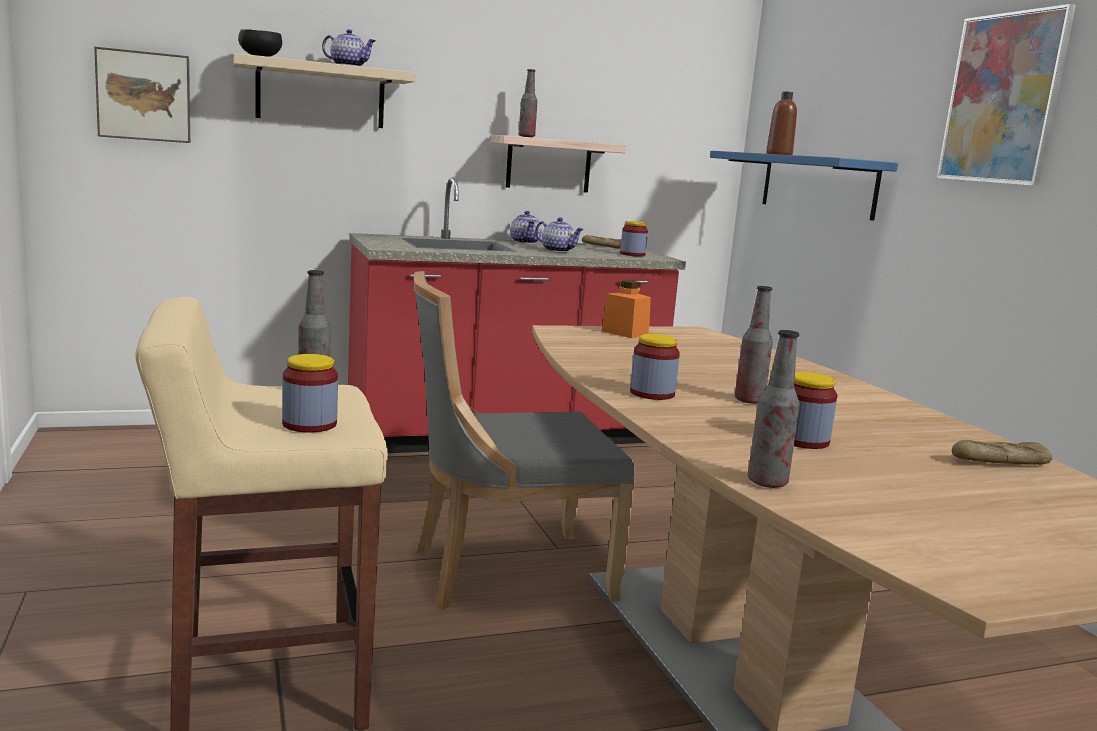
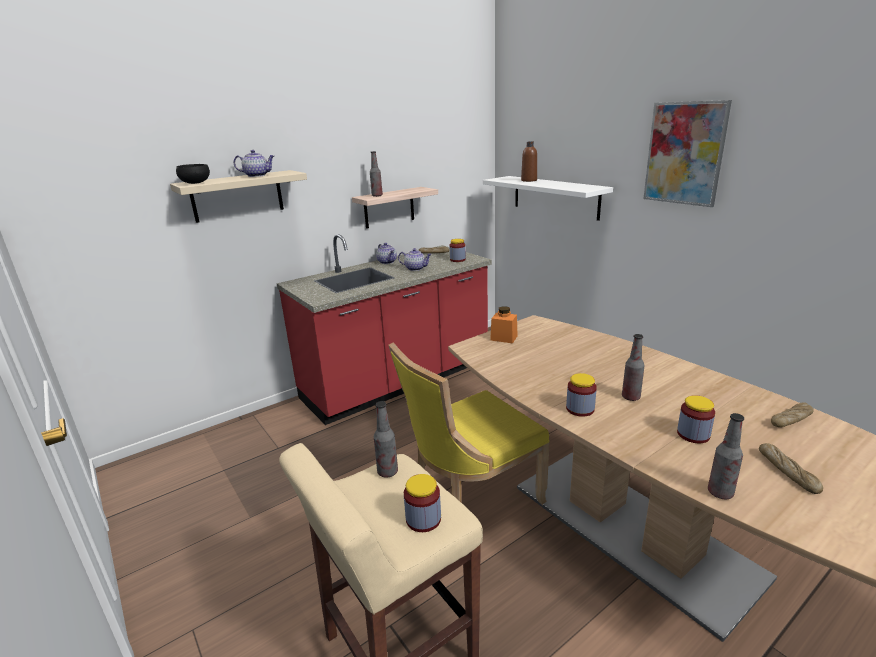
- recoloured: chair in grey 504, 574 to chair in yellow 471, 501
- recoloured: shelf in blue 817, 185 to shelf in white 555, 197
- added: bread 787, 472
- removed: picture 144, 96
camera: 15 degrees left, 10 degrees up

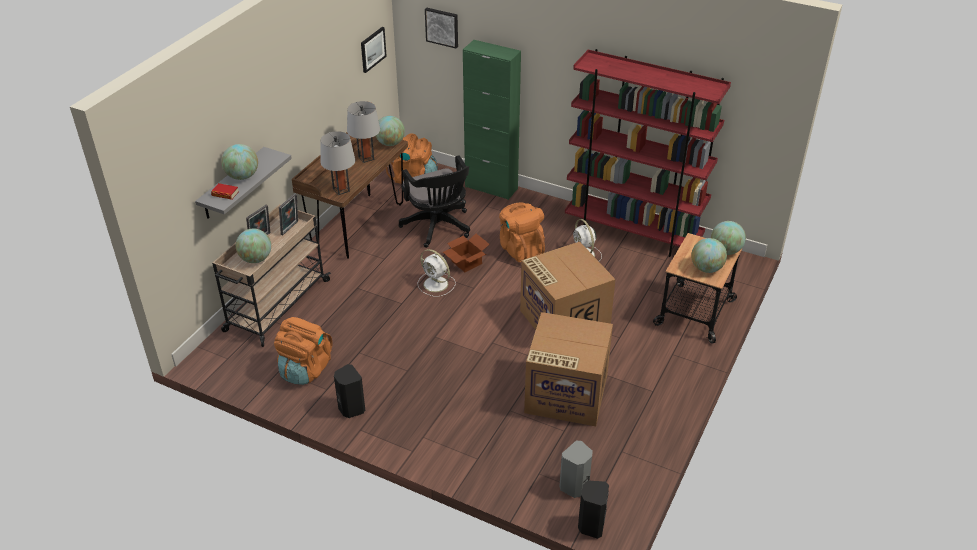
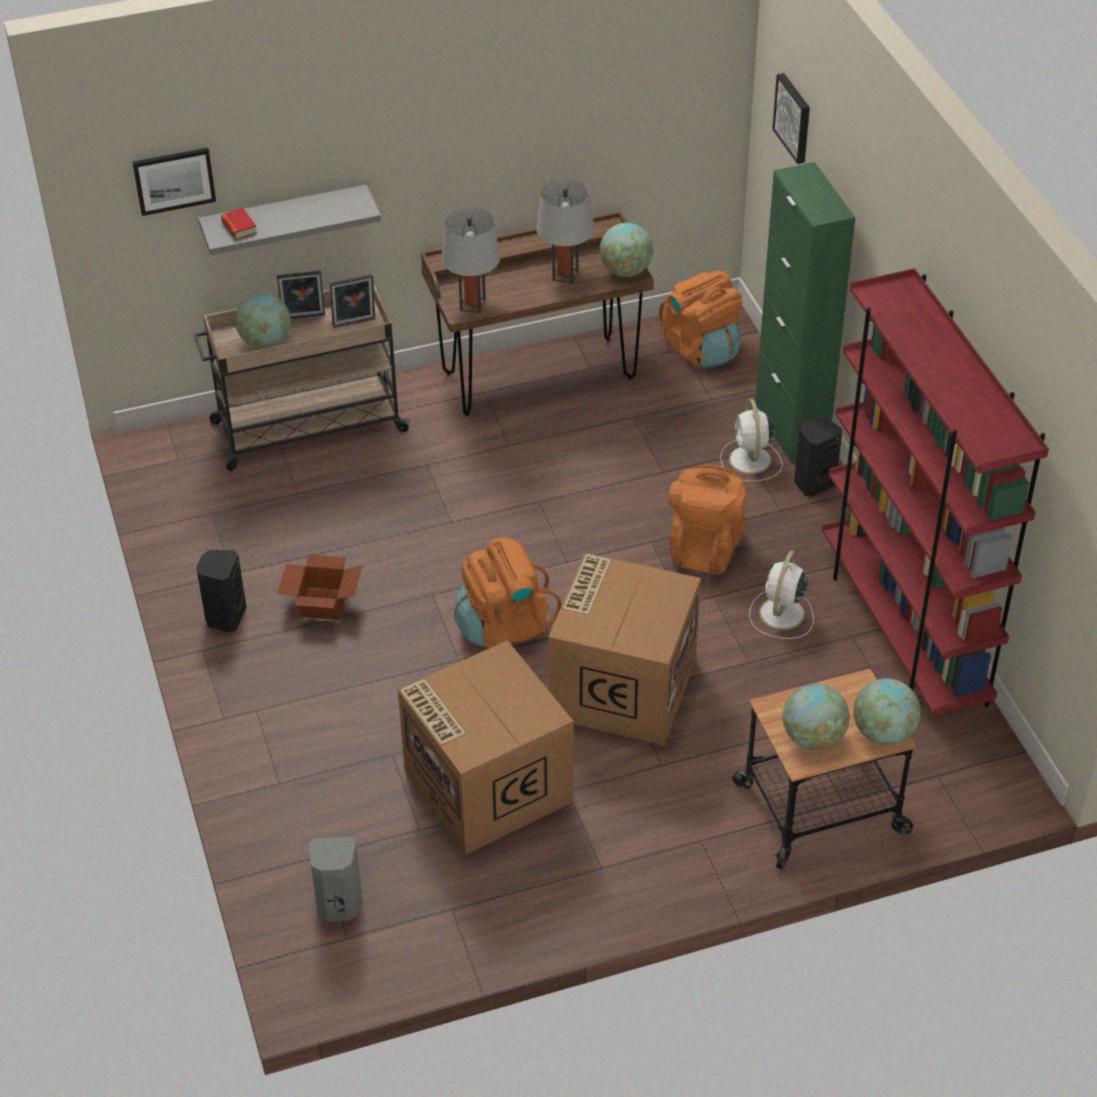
- moved: picture 372, 49 to 174, 180
- moved: cardboard box 465, 262 to 322, 603
- moved: backpack in orange 305, 369 to 503, 626
- moved: fan in white 436, 284 to 750, 461
- moved: speaker in black 591, 525 to 813, 483
- removed: globe 242, 176
- removed: office chair in black 438, 228
camera: 45 degrees right, 5 degrees up

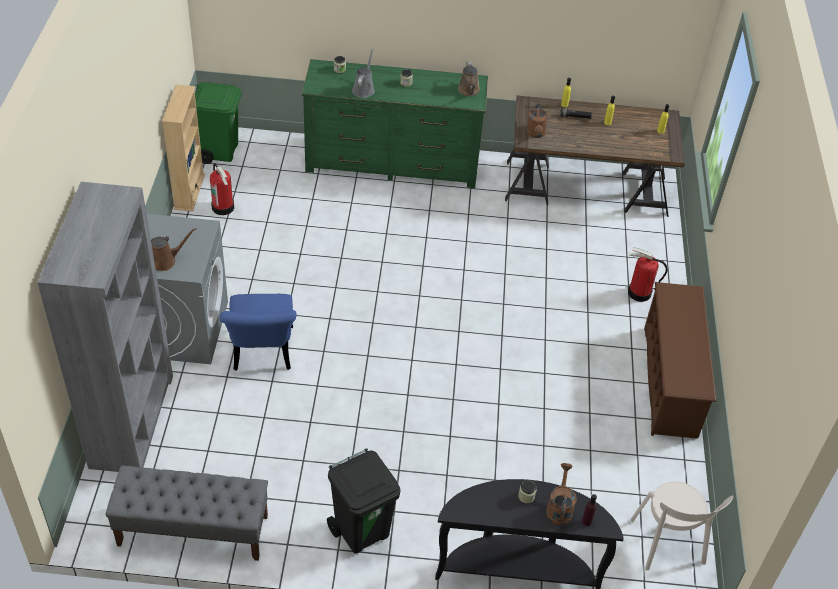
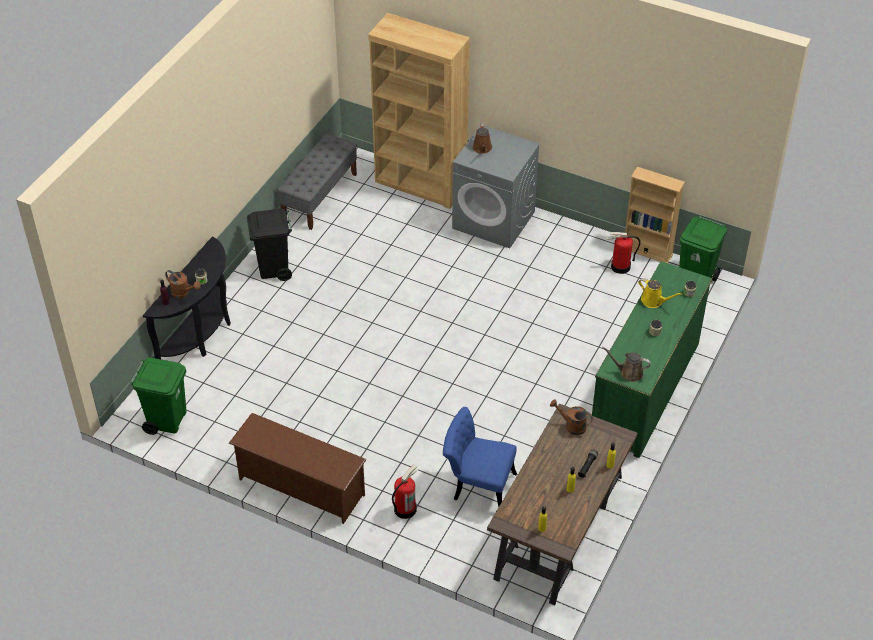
- replaced: chair in beige 668, 545 to trash can in green 167, 420
- recoloured: bookcase in grey 132, 420 to bookcase in brown 420, 184
- moved: chair in blue 262, 355 to 477, 485
- recoloured: watering can in grey 364, 89 to watering can in yellow 654, 301
camera: 115 degrees right, 0 degrees up

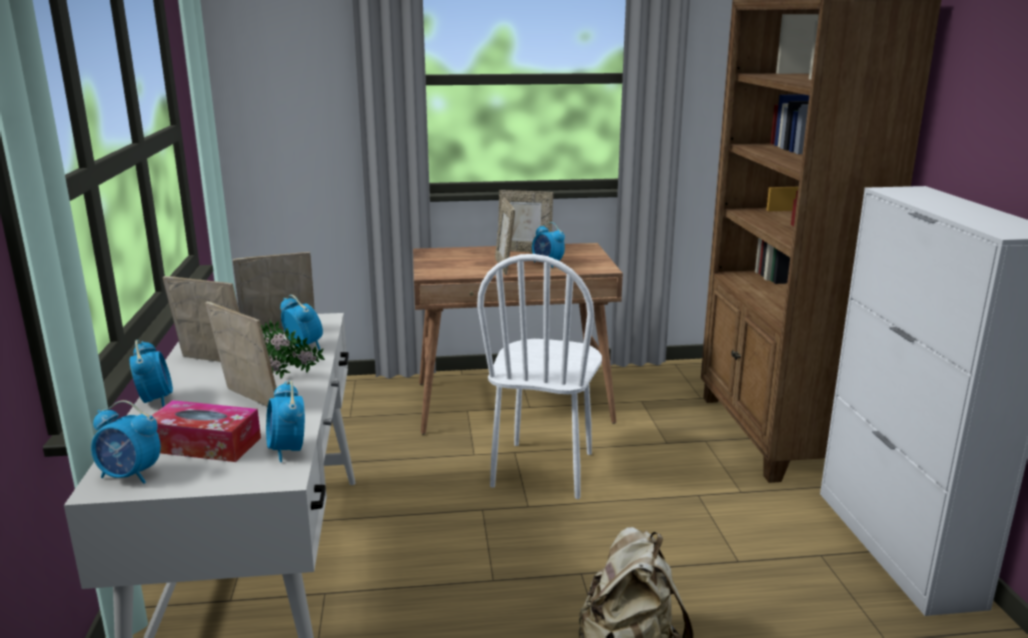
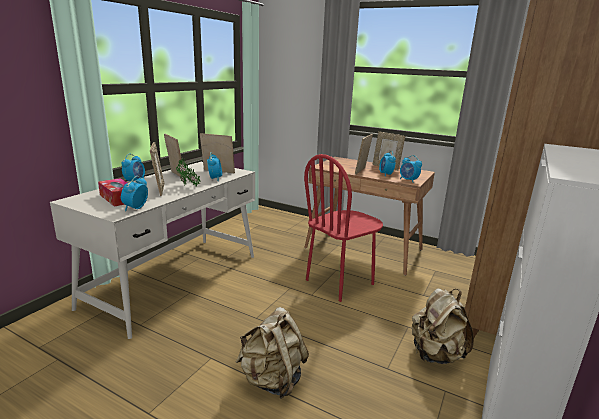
- recoloured: chair in white 543, 469 to chair in red 340, 282
- moved: alarm clock 130, 476 to 408, 180
- added: backpack in beige 435, 354
camera: 35 degrees right, 0 degrees up

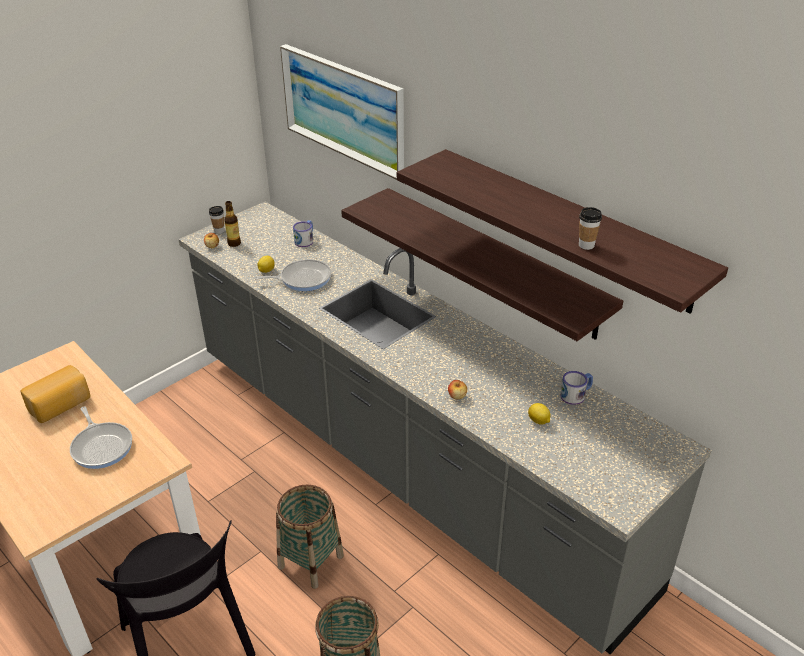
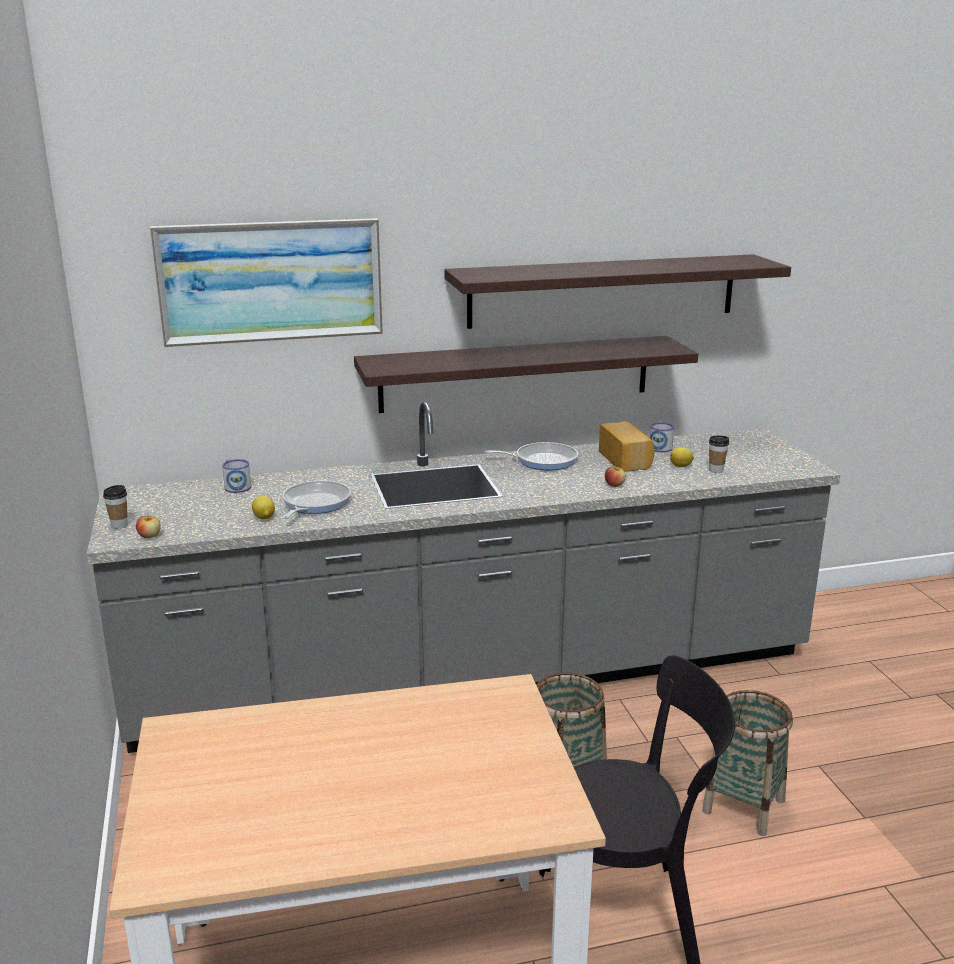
- moved: frying pan 102, 446 to 542, 460
- moved: bread 61, 405 to 626, 460
- moved: cup 586, 245 to 716, 470
- removed: bottle 234, 243
camera: 60 degrees left, 15 degrees down

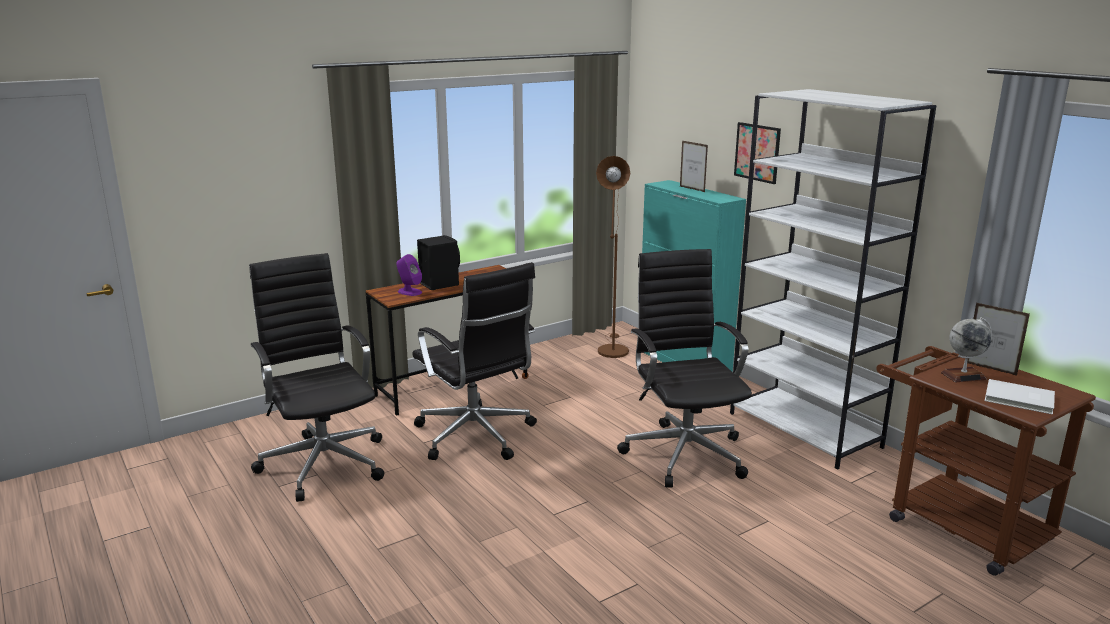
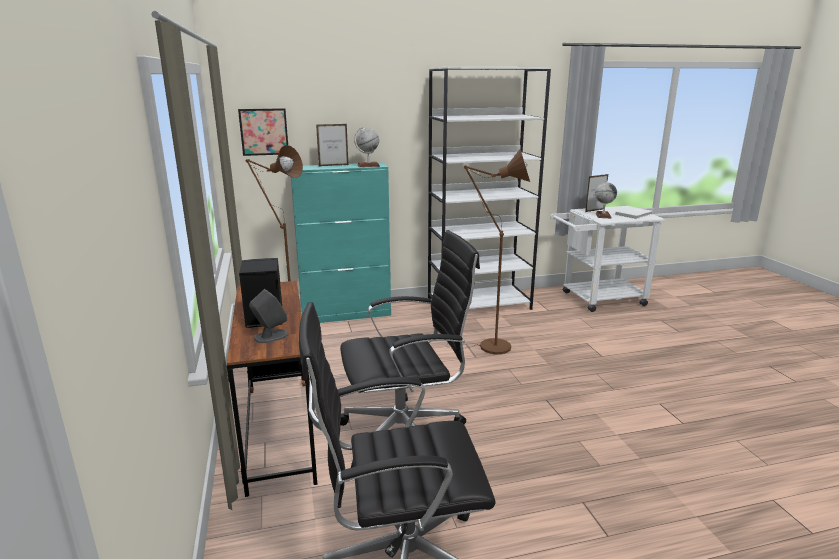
- moved: picture 757, 152 to 264, 132
- recoloured: speaker in purple 409, 292 to speaker in grey 270, 336
- added: globe 368, 165
- replaced: office chair in black 684, 452 to floor lamp in brown 489, 347
- recoloured: cart in brown 956, 523 to cart in white 597, 299
camera: 70 degrees left, 0 degrees up

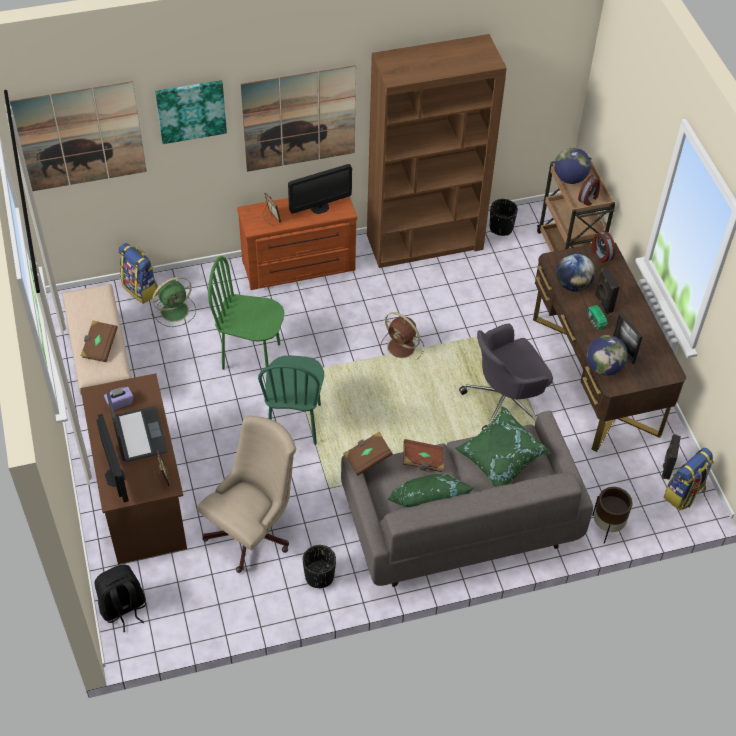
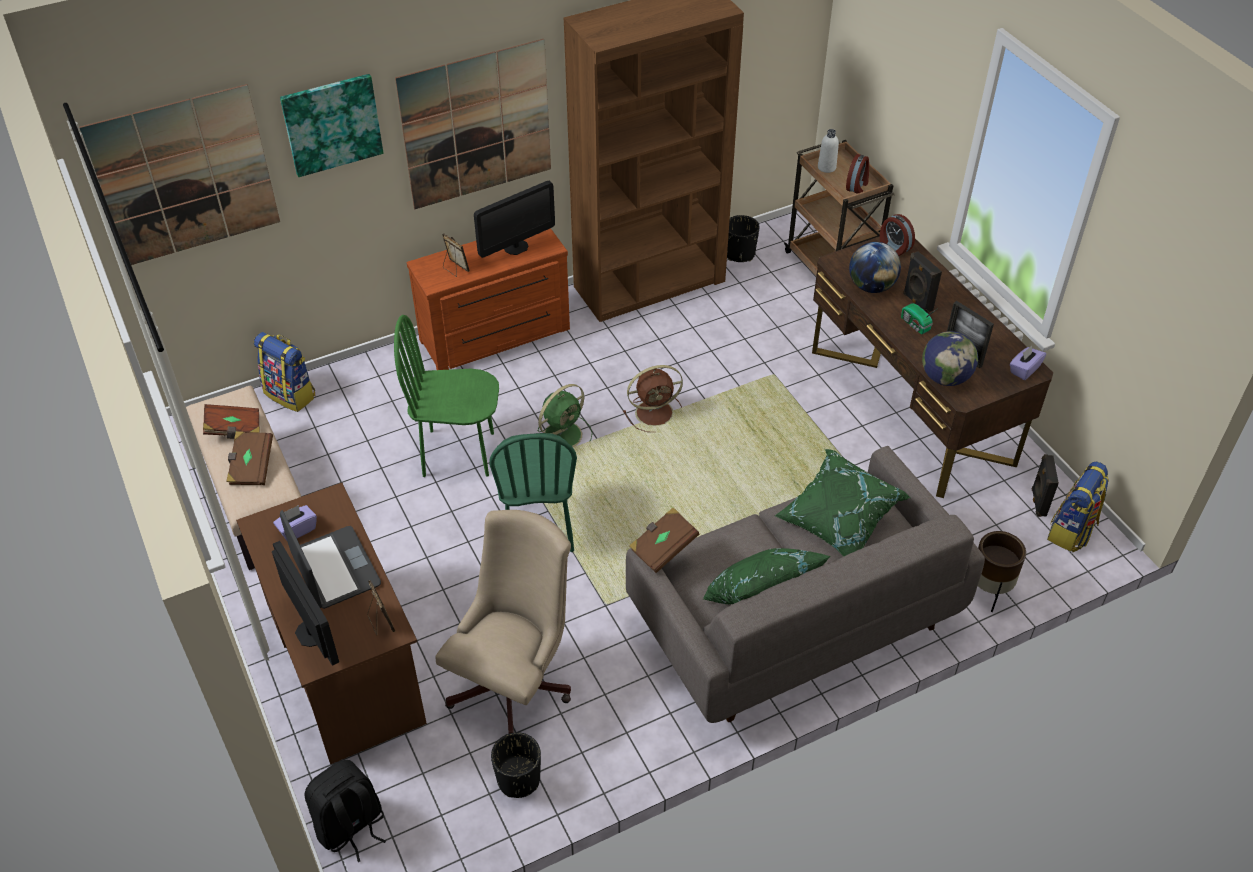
- moved: book in brown 423, 461 to 234, 430
- moved: planter in black 319, 576 to 518, 779
- moved: fan in green 175, 310 to 564, 434
- turned: fan in brown 402, 348 = 656, 412 45 degrees counterclockwise
- replaced: globe 570, 179 to bottle in white 826, 167
- added: tissue box in purple 1024, 370
- removed: office chair in grey 505, 401
camera: 10 degrees left, 5 degrees down

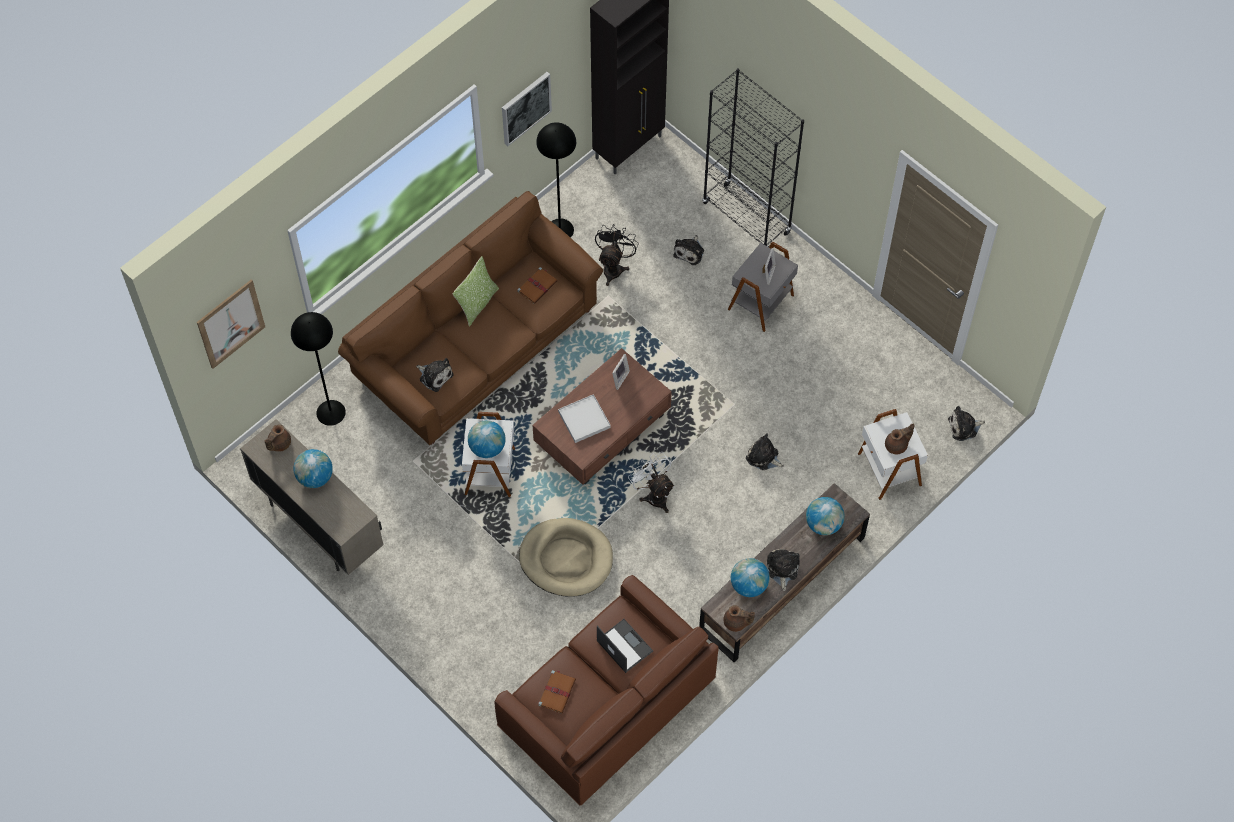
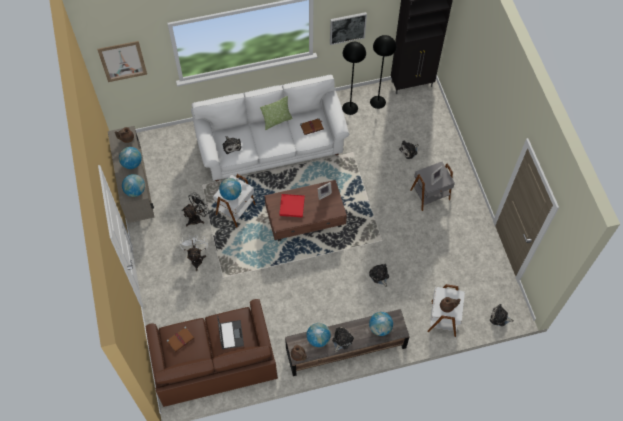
- added: globe 135, 191
- moved: fan in white 654, 494 to 196, 258
- moved: fan in black 614, 267 to 197, 218
- recoloured: sofa in brown 476, 345 to sofa in white 271, 144
- recoloured: tray in white 584, 419 to tray in red 292, 206
- moved: floor lamp in black 330, 413 to 377, 102
- removed: dog bed in beige 566, 559
- removed: bookcase in black 746, 218
camera: 30 degrees right, 0 degrees up

